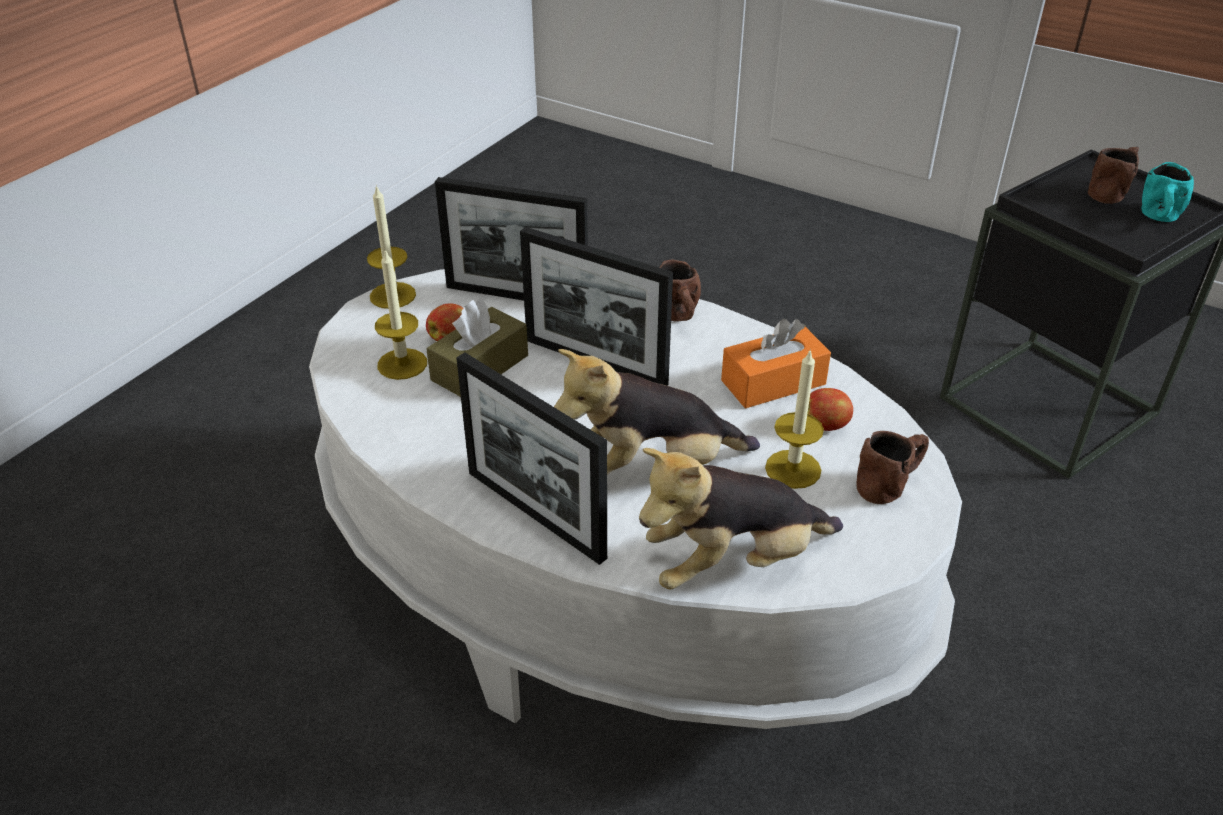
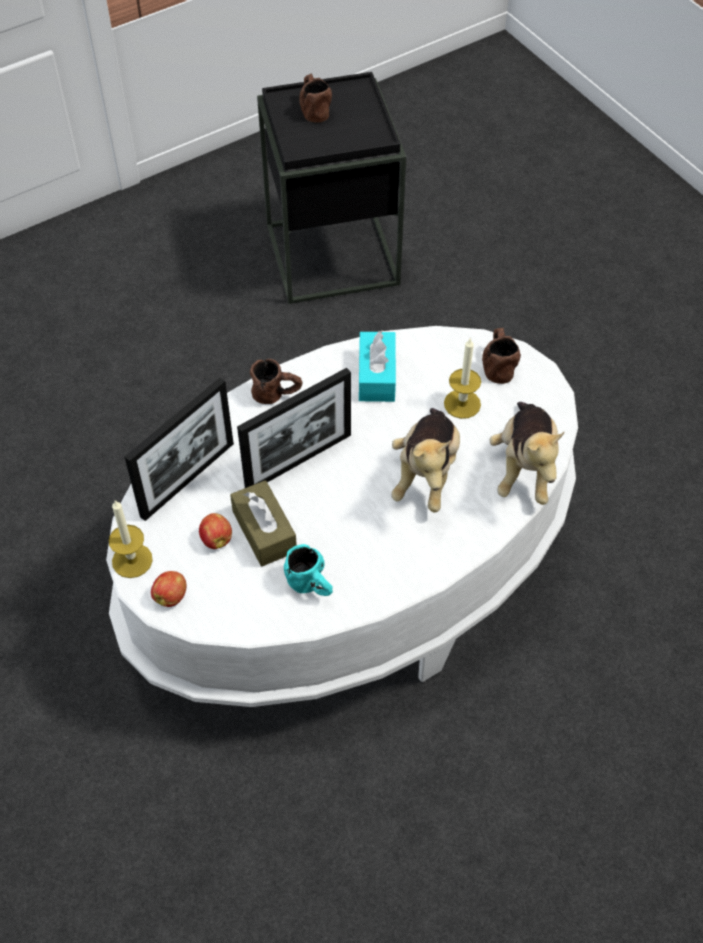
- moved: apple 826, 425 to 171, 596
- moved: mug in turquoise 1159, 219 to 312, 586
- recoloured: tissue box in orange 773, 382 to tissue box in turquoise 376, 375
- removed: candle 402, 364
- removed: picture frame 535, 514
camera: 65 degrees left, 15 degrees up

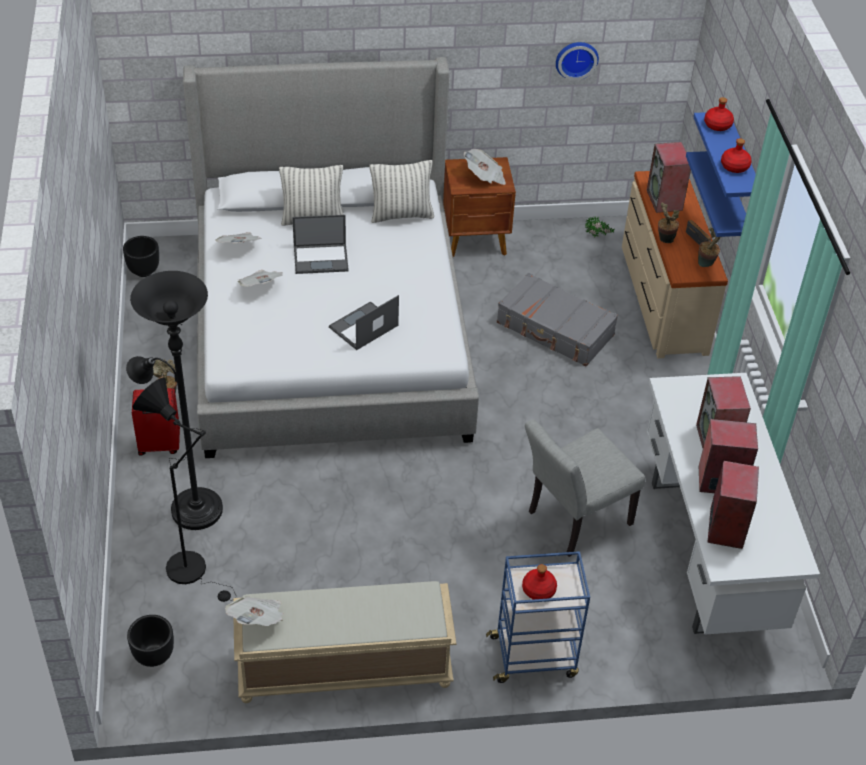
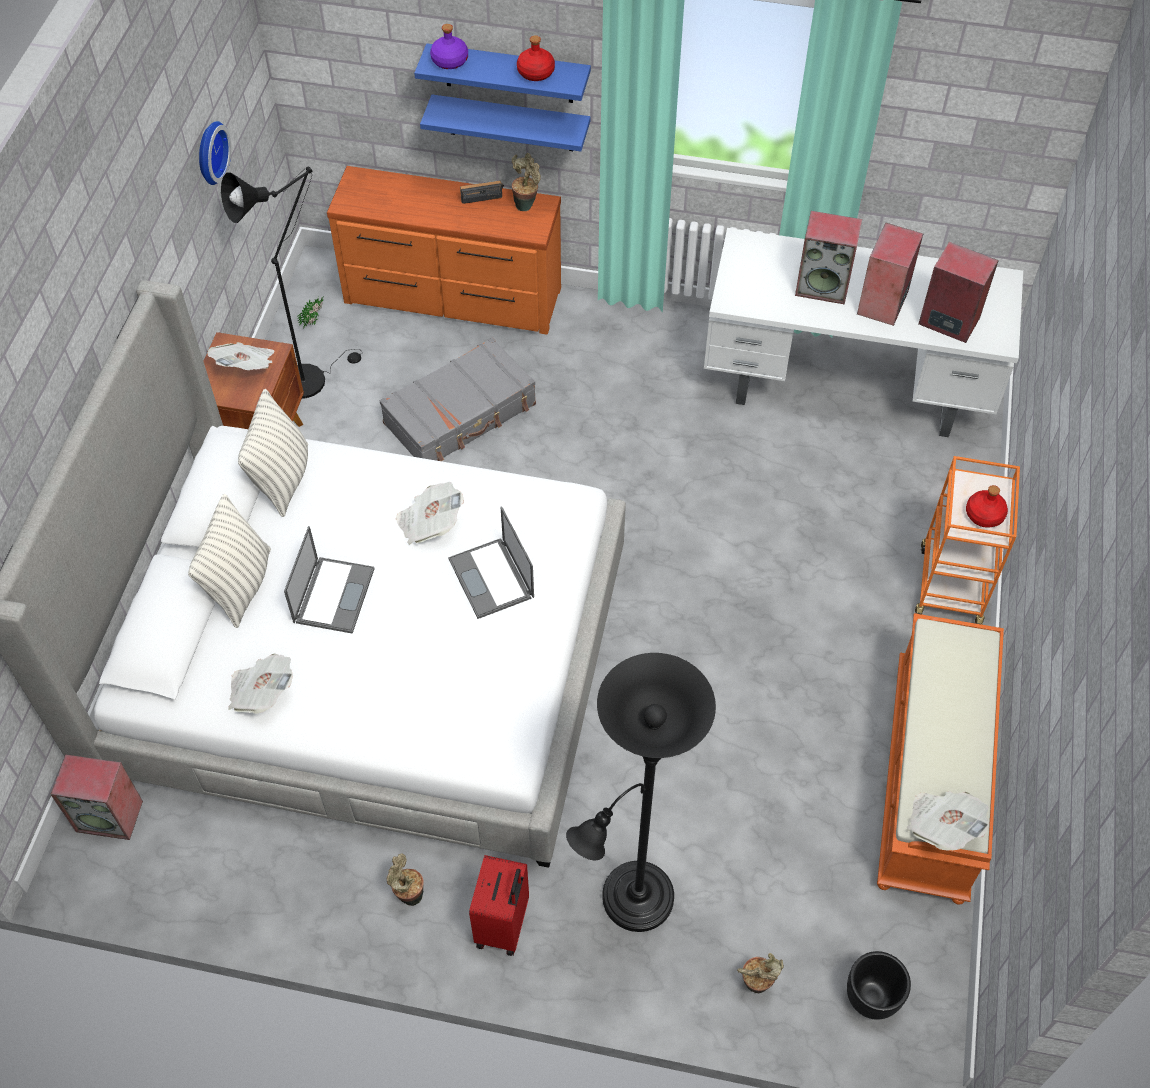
- moved: speaker 665, 200 to 110, 815
- moved: floor lamp in black 193, 571 to 311, 377
- recoloured: dresser in beige 662, 299 to dresser in orange 452, 297
- moved: newspaper 260, 287 to 430, 523
- recoloured: bottle in red 717, 125 to bottle in purple 449, 61
- moved: potted plant 664, 239 to 756, 985
- recoloured: bench in beige 343, 668 to bench in orange 931, 781
- recoloured: cart in blue 534, 656 to cart in orange 949, 586
- removed: planter in black 144, 271
- removed: chair in grey 573, 521
camera: 70 degrees left, 10 degrees up

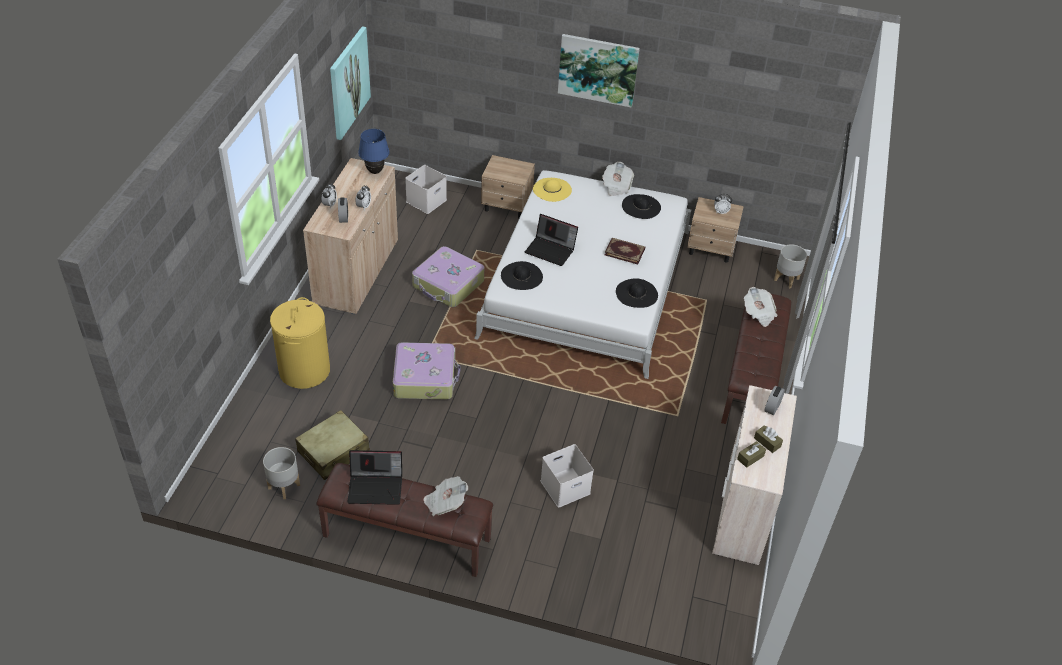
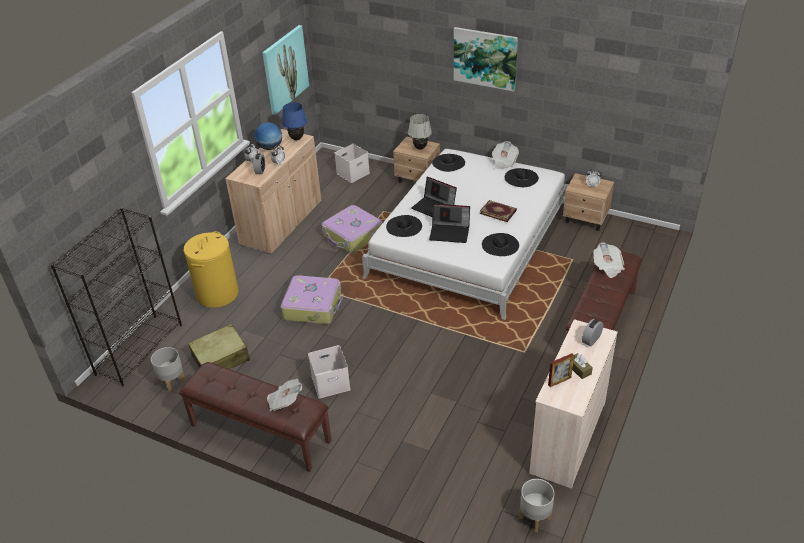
- added: bookcase in black 139, 349
- added: globe 270, 148
- moved: storage box in white 565, 486 to 331, 382
- added: table lamp in white 420, 148
- moved: laptop 376, 487 to 450, 232
- recoloured: hat in yellow 552, 189 to hat in black 448, 162
- moved: planter in grey 786, 279 to 535, 518
- replaced: tissue box in brown 750, 457 to picture frame 559, 381
camera: 15 degrees right, 5 degrees down

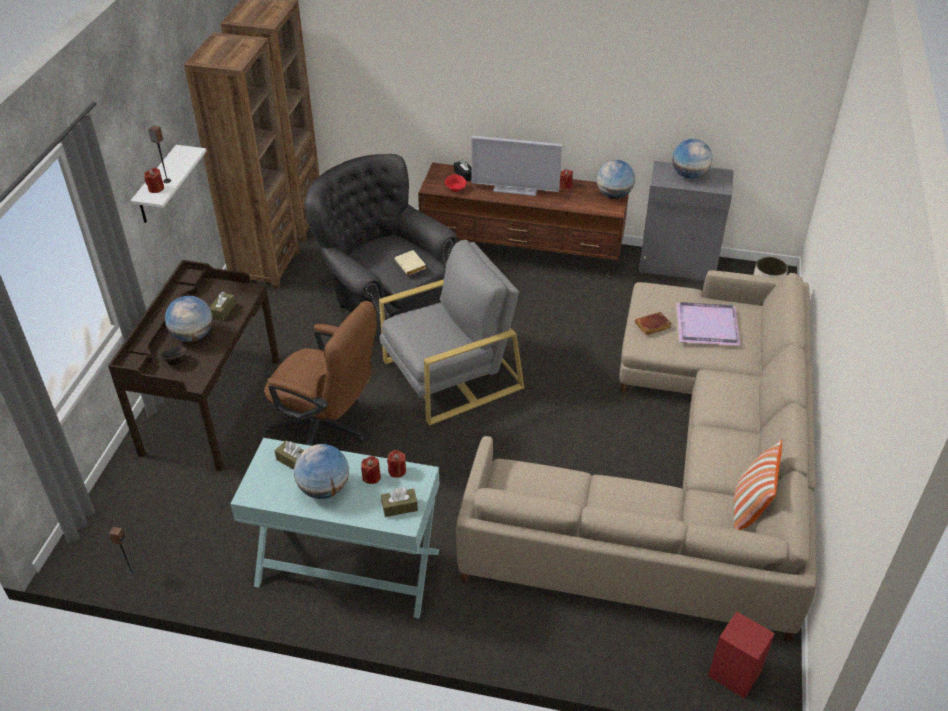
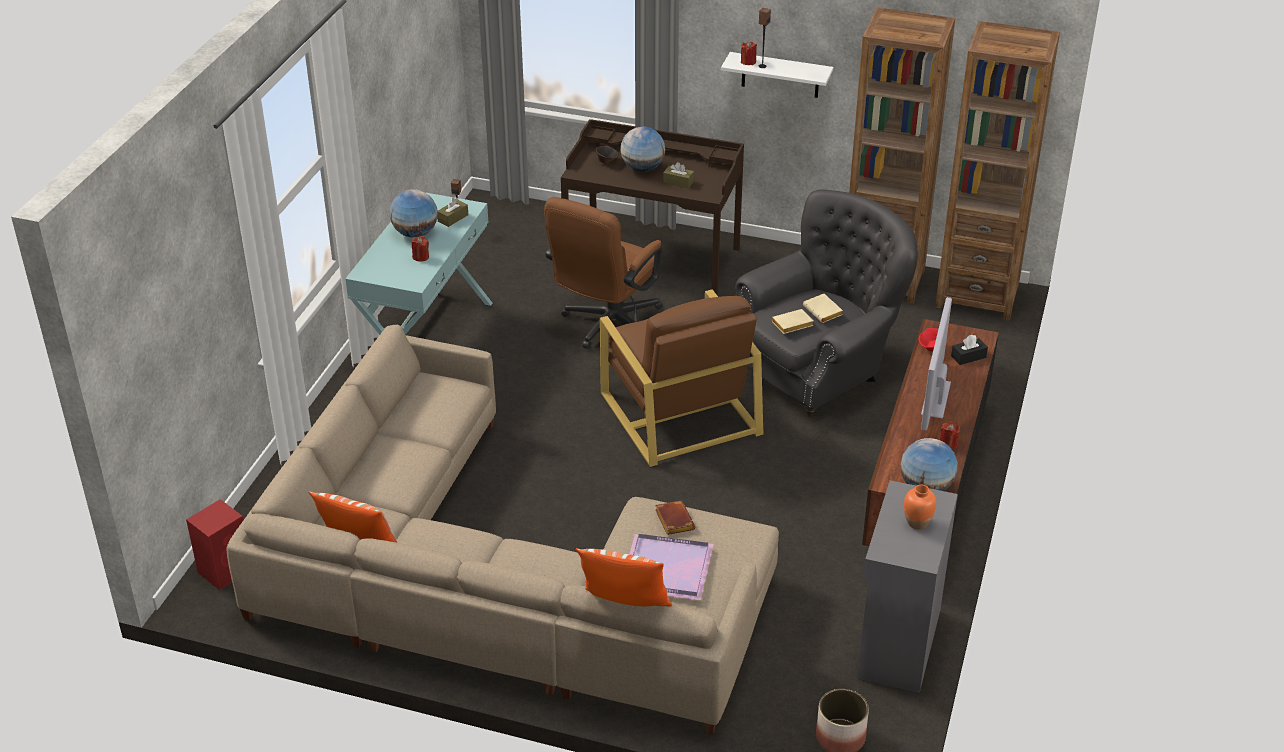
- added: pillow 625, 605
- recoloured: armchair in grey 451, 374 to armchair in brown 679, 412
- added: book in beige 824, 312
- replaced: globe 689, 175 to vase in orange 917, 523
- removed: tissue box in brown 399, 507
- removed: candle in red 397, 471
camera: 95 degrees right, 5 degrees down

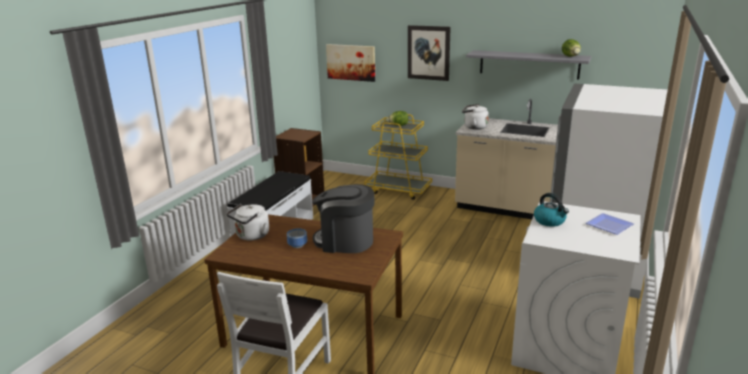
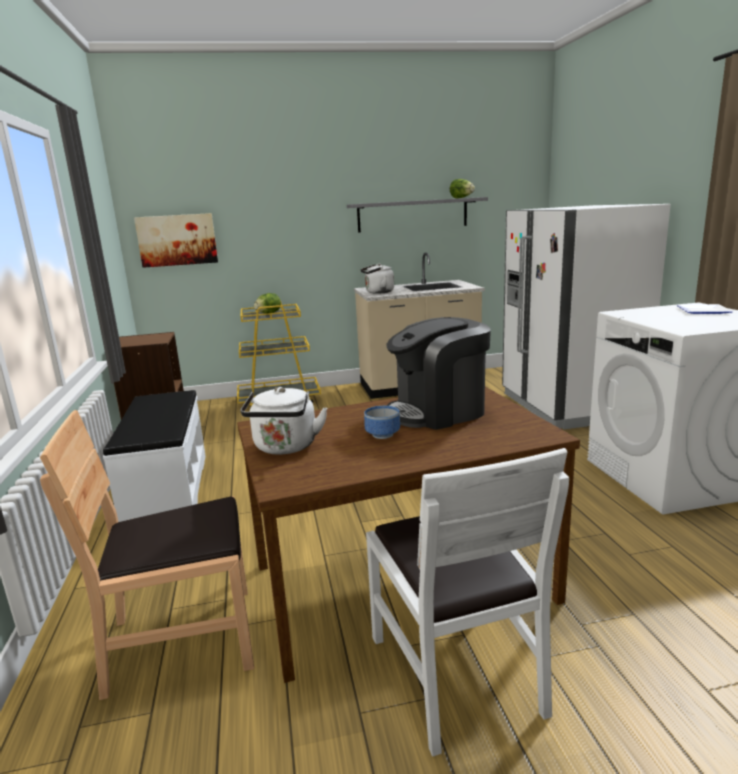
- added: chair in brown 183, 640
- removed: picture 428, 53
- removed: kettle 550, 221
camera: 35 degrees left, 5 degrees down

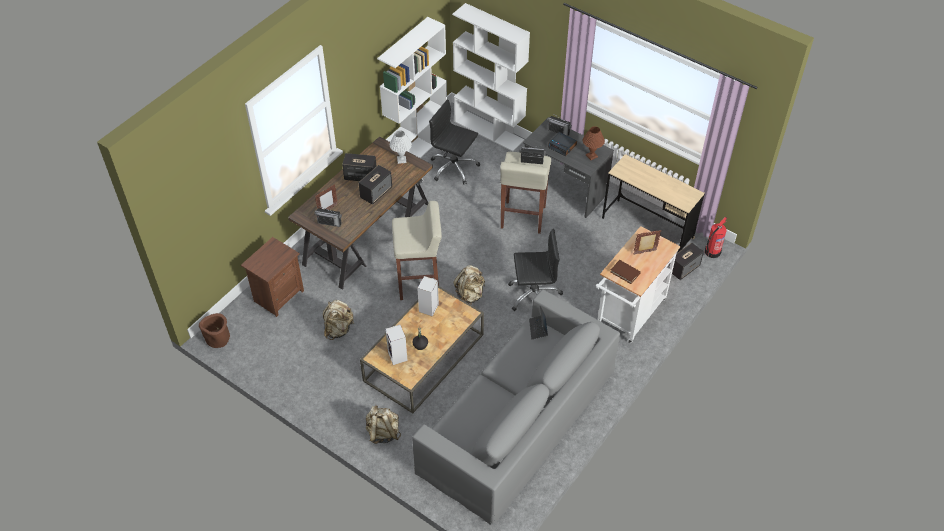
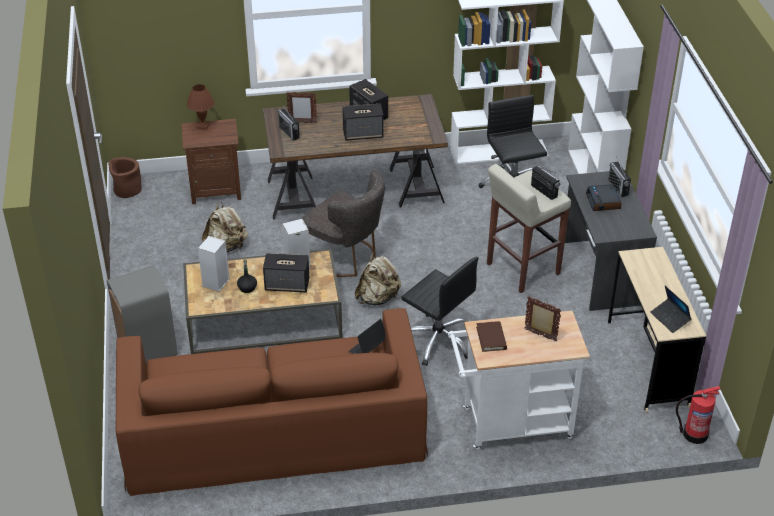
- replaced: backpack in beige 383, 432 to trash can in grey 147, 350
- recoloured: sofa in grey 517, 419 to sofa in brown 273, 429
- moved: table lamp in brown 591, 156 to 203, 126
- moved: speaker 684, 268 to 287, 285
- replaced: stool in beige 419, 282 to chair in grey 346, 257
- added: laptop 670, 319
- removed: table lamp in white 401, 160
camera: 45 degrees right, 10 degrees down

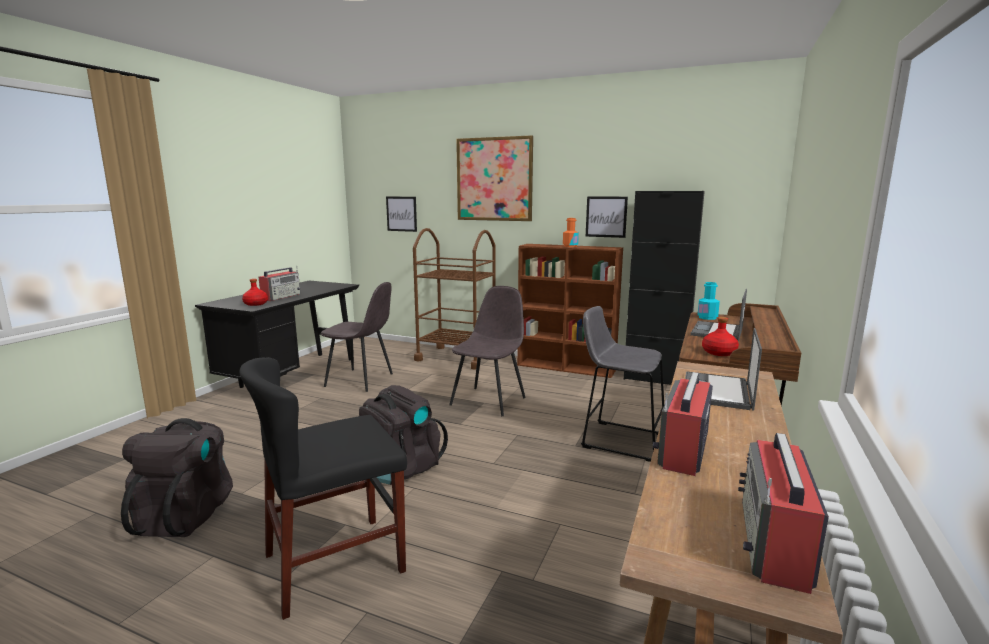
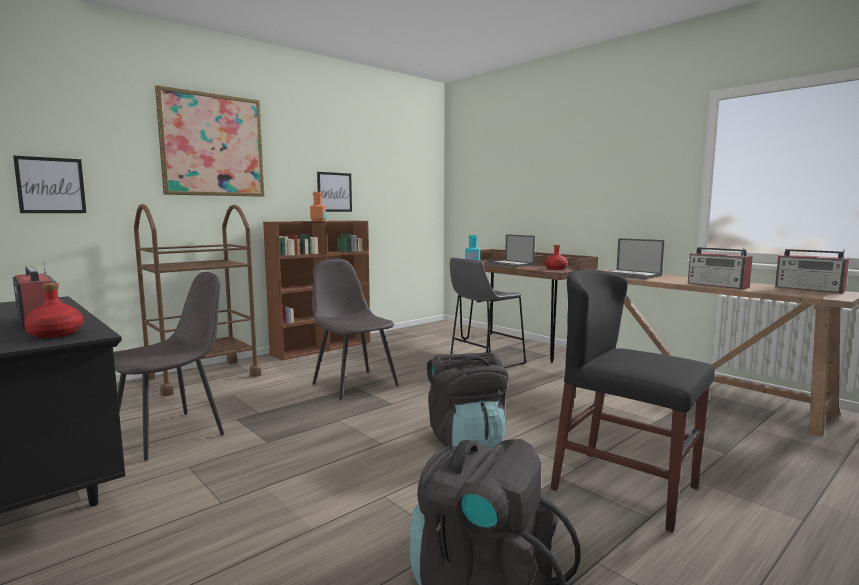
- turned: chair in black 334, 563 = 625, 488 135 degrees clockwise
- removed: cabinet in black 655, 379
camera: 65 degrees left, 5 degrees down

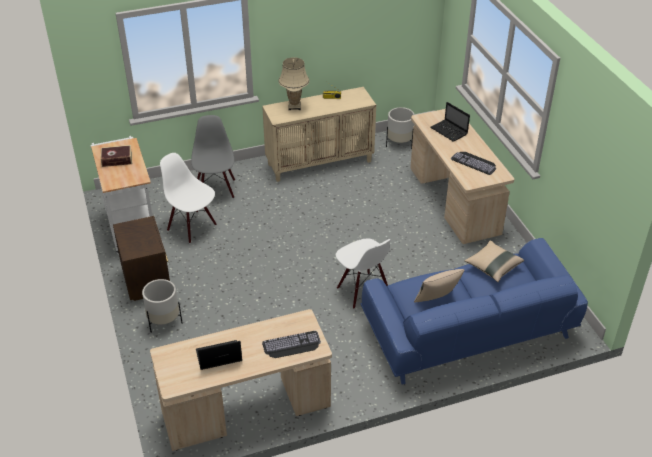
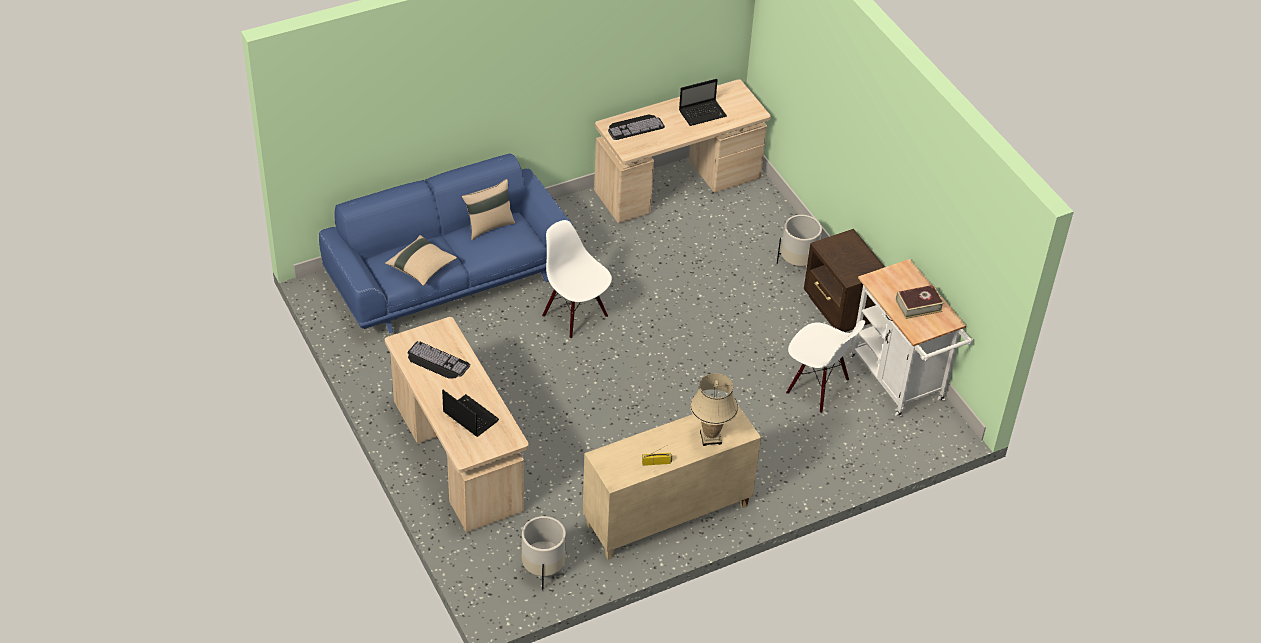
- removed: chair in grey 216, 189
camera: 170 degrees right, 5 degrees up

